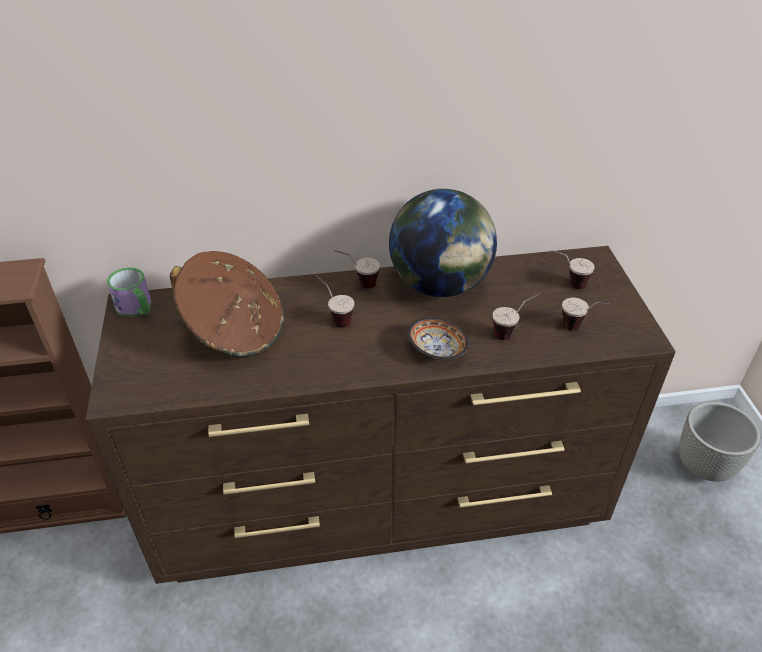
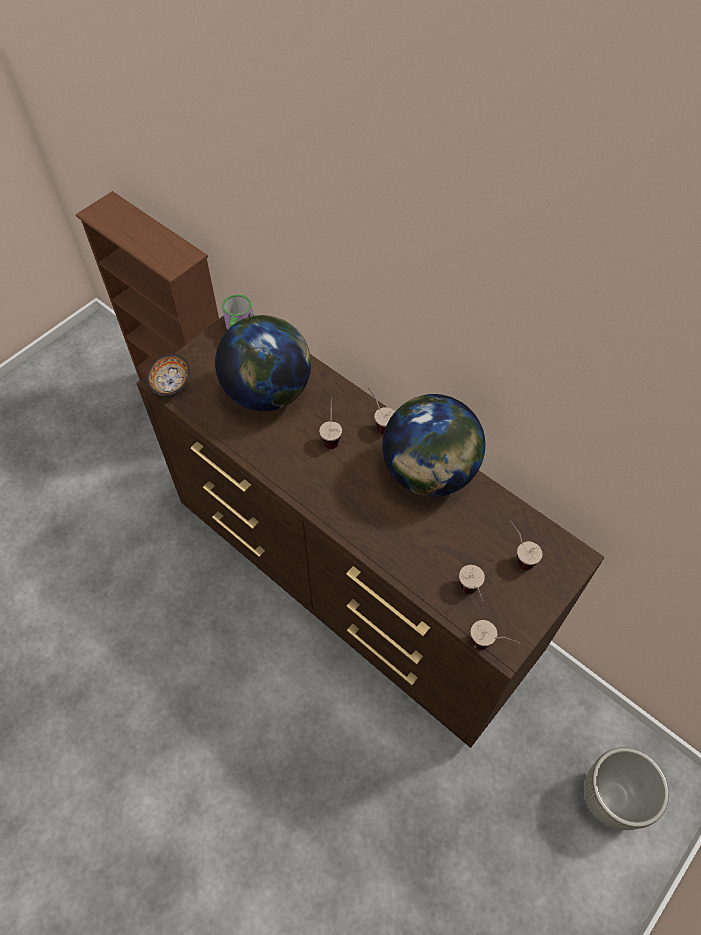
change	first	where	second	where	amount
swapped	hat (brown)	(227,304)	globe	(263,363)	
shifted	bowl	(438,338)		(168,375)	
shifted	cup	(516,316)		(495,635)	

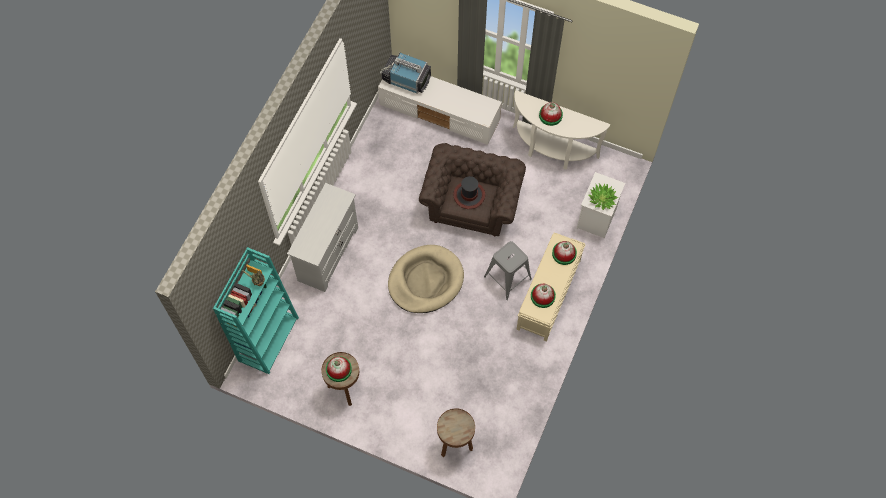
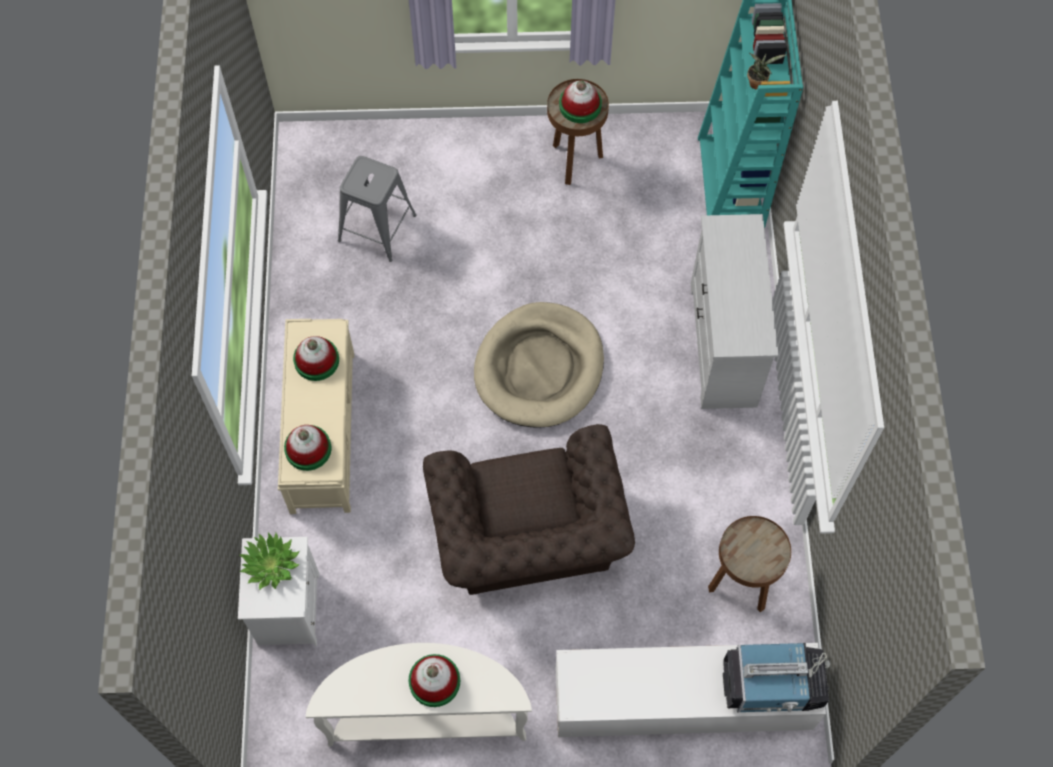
change	first	where	second	where	amount
shifted	side table (brown)	(456,432)		(749,564)	
gone	hat	(469,192)			
shifted	stool (grey)	(508,270)		(377,209)	

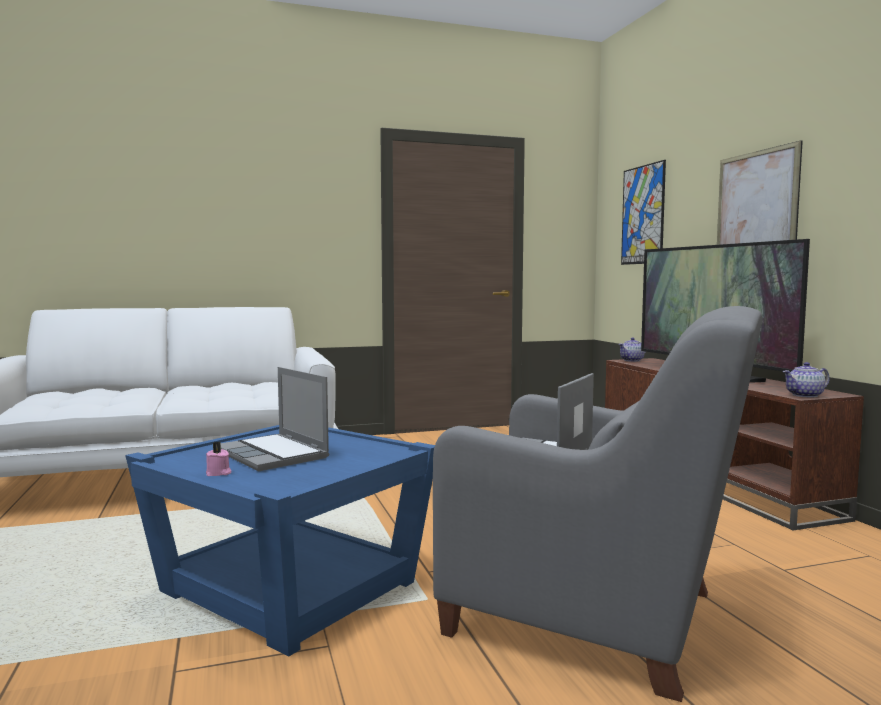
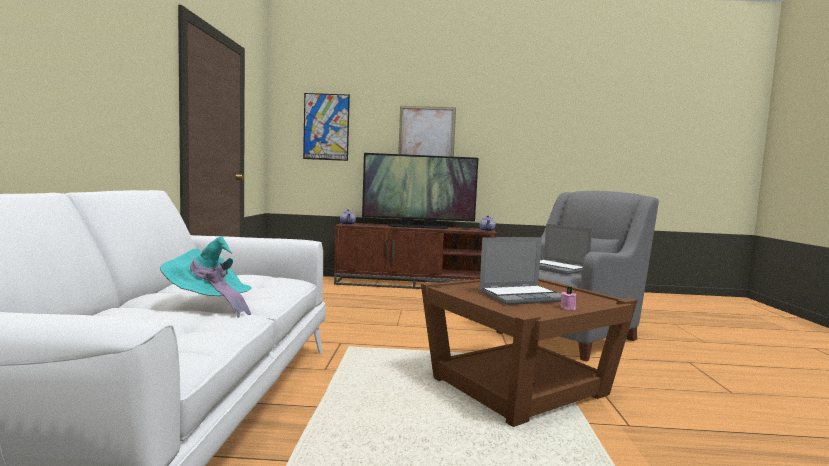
change	first	where	second	where	amount
repainted	side table (blue)	(280,541)	side table (brown)	(529,352)	
new			hat (turquoise)	(206,277)	

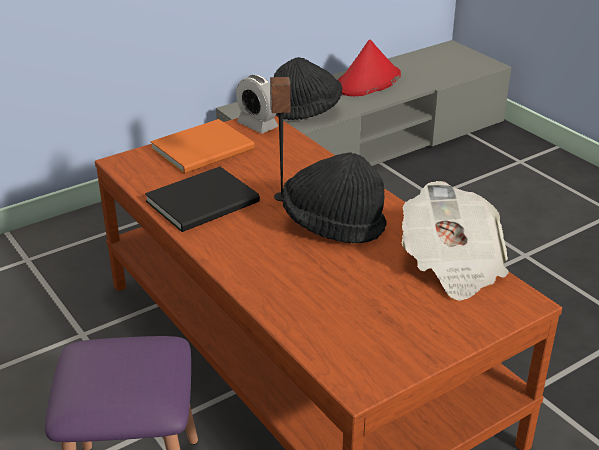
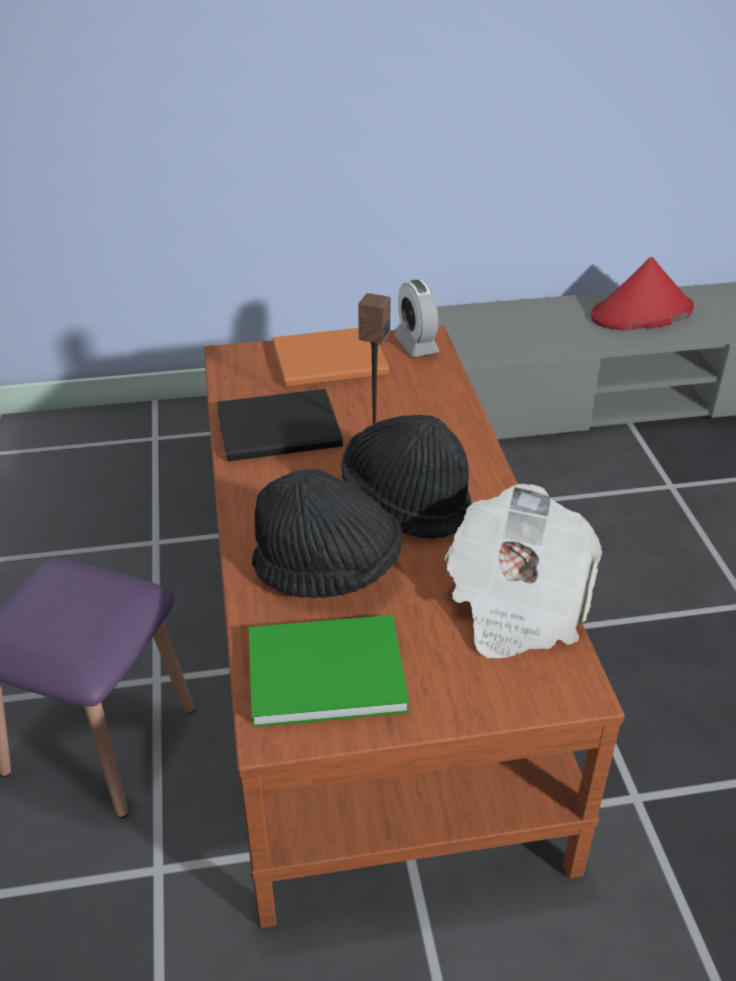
change	first	where	second	where	amount
shifted	hat (black)	(308,88)		(327,533)	
new			book (green)	(329,671)	

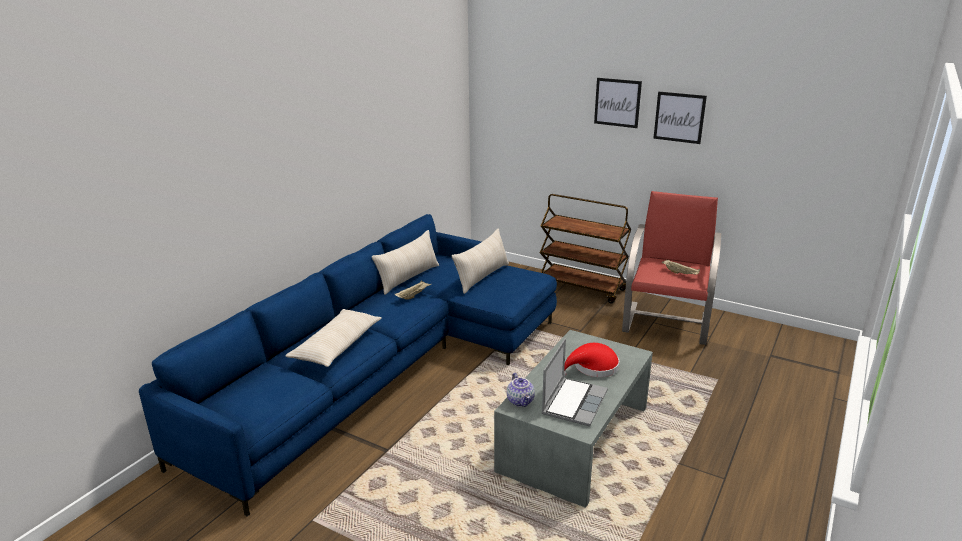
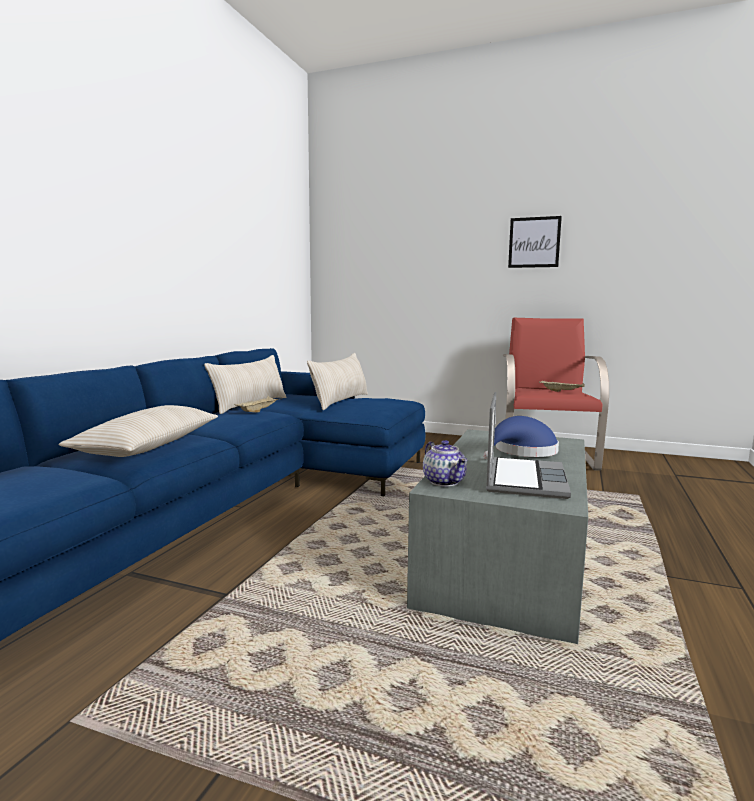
change	first	where	second	where	amount
gone	cart (brown)	(585,249)			
repainted	hat (red)	(591,360)	hat (blue)	(521,438)	
gone	picture	(618,103)			

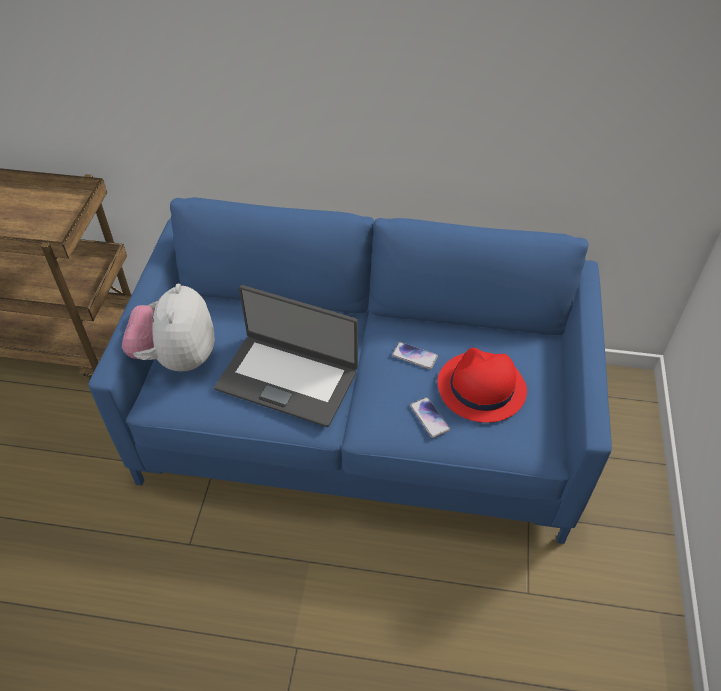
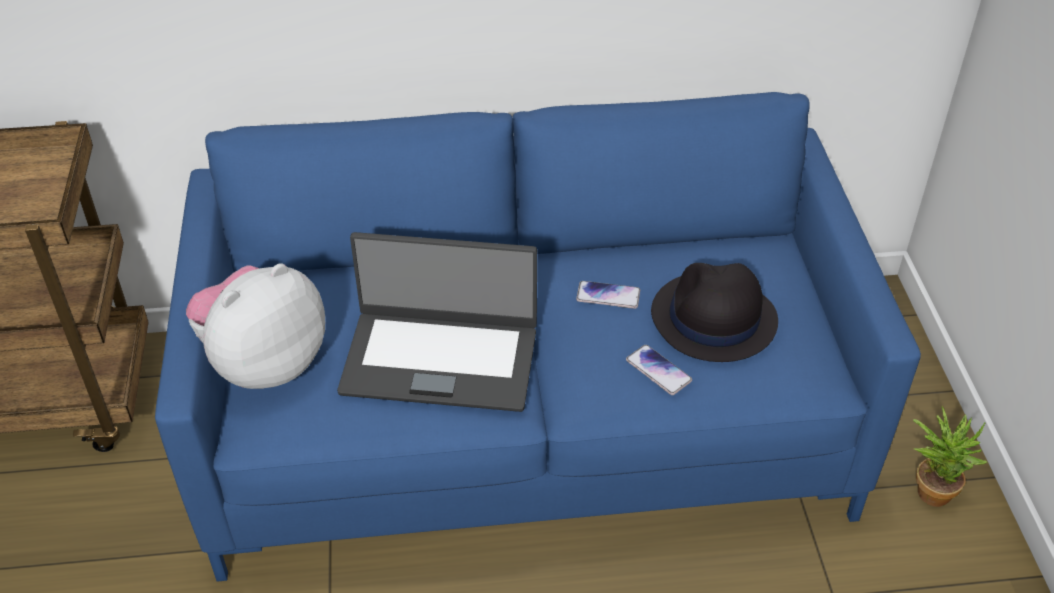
change	first	where	second	where	amount
rotated	plush toy	(168,327)		(255,326)	60 degrees clockwise
repainted	hat (red)	(482,385)	hat (black)	(714,312)	
new			potted plant	(950,456)	

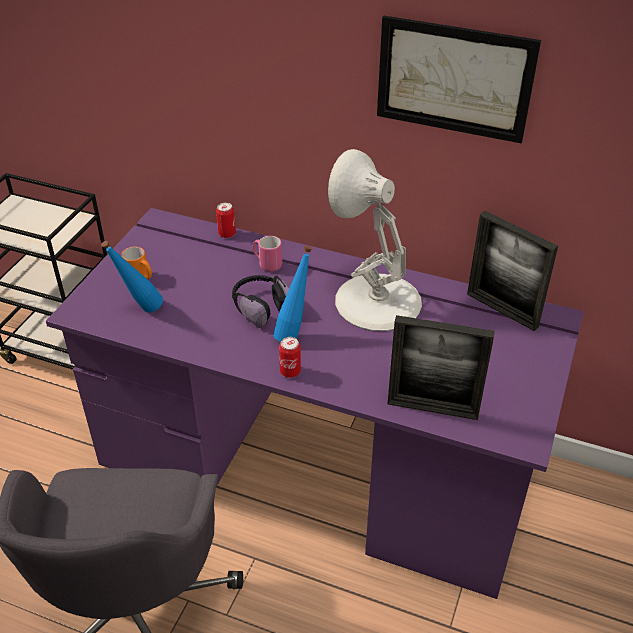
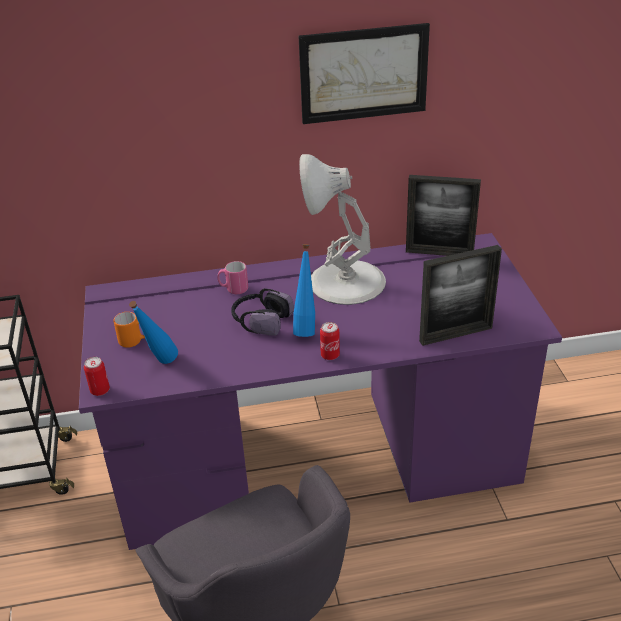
change	first	where	second	where	amount
shifted	can	(226,220)		(97,376)	

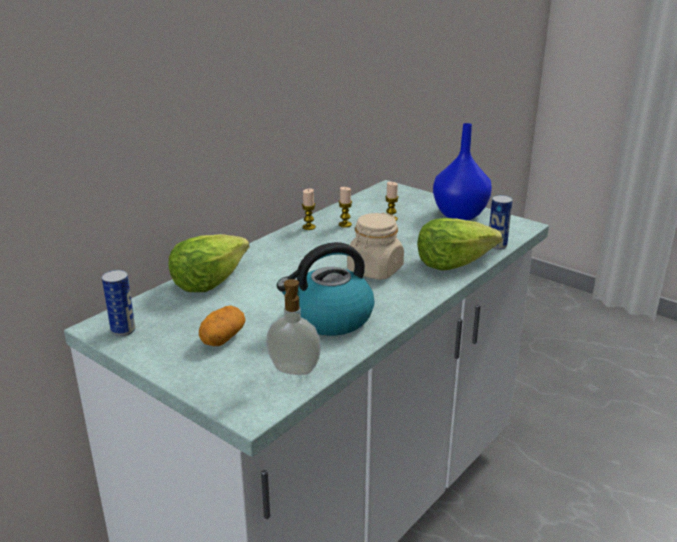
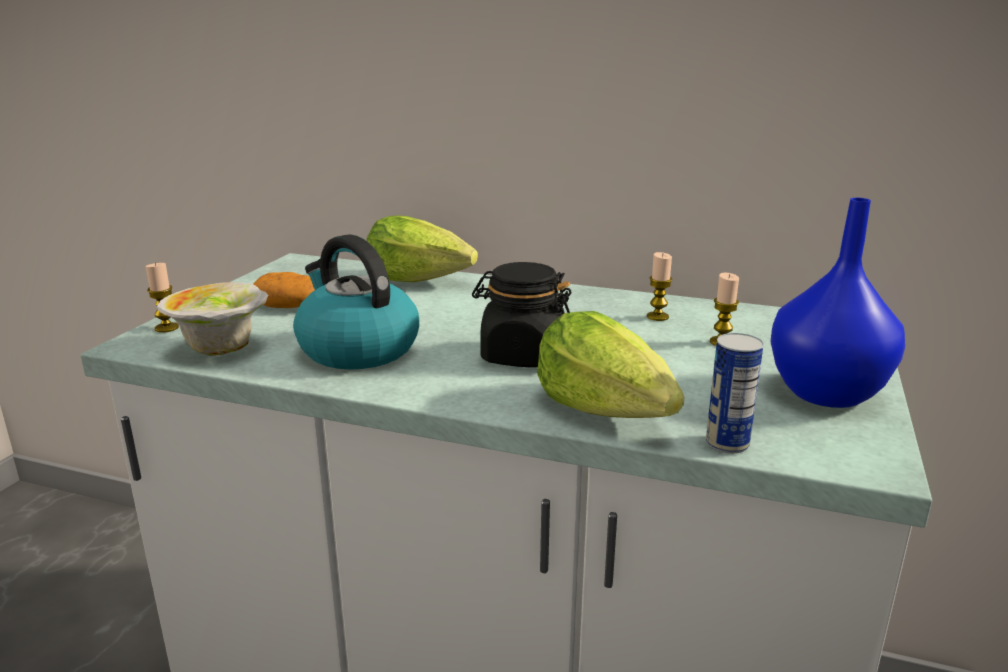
change	first	where	second	where	amount
gone	can	(118,303)			
swapped	soap dispenser	(293,327)	bowl	(212,319)	
shifted	candle	(309,209)		(162,298)	
repainted	jar (beige)	(375,246)	jar (black)	(521,314)	

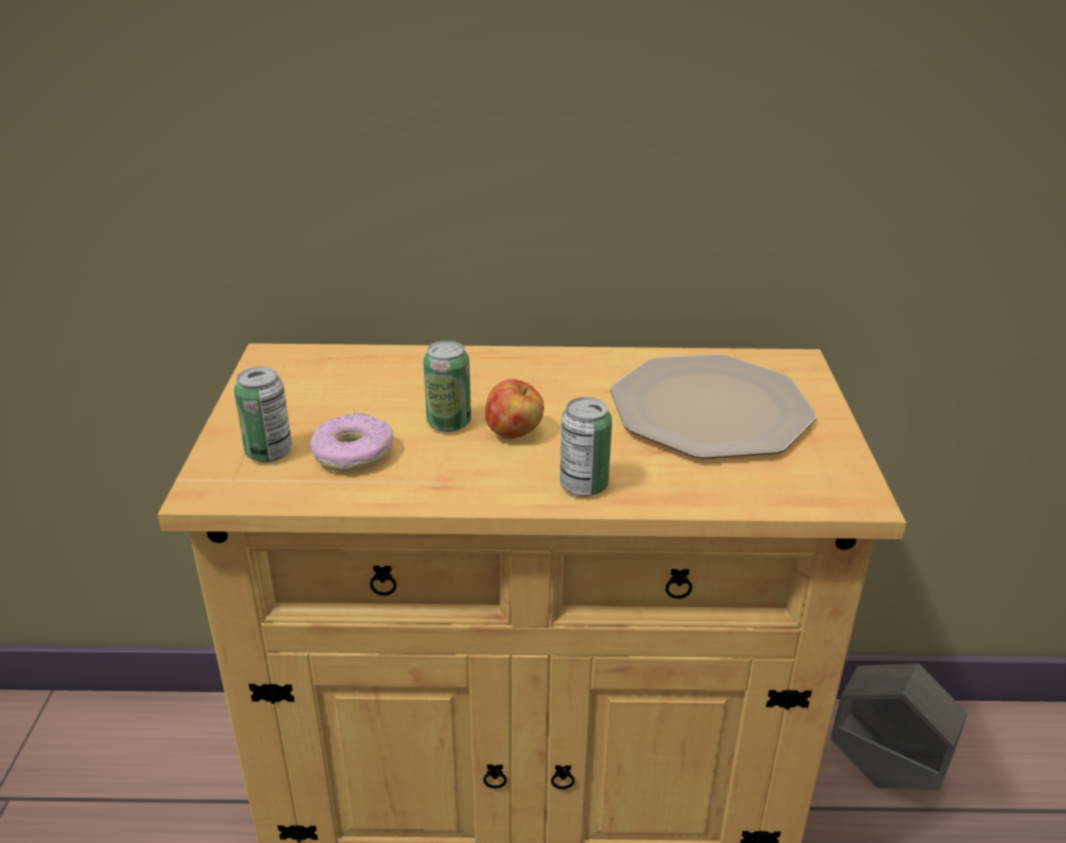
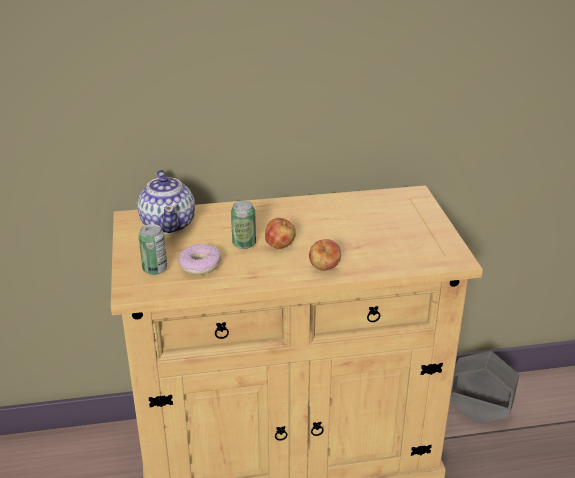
change	first	where	second	where	amount
swapped	can	(586,447)	apple	(325,255)	
gone	plate	(713,406)			
new			teapot	(166,202)	

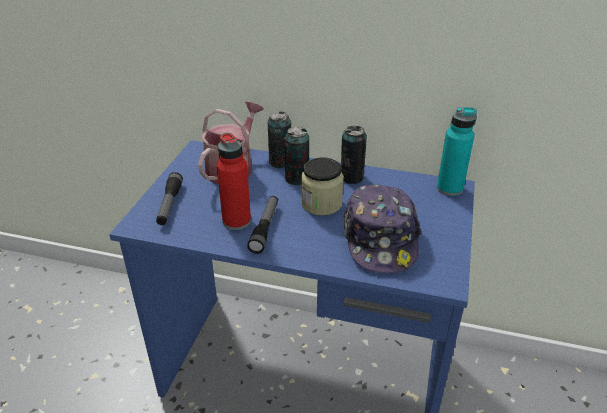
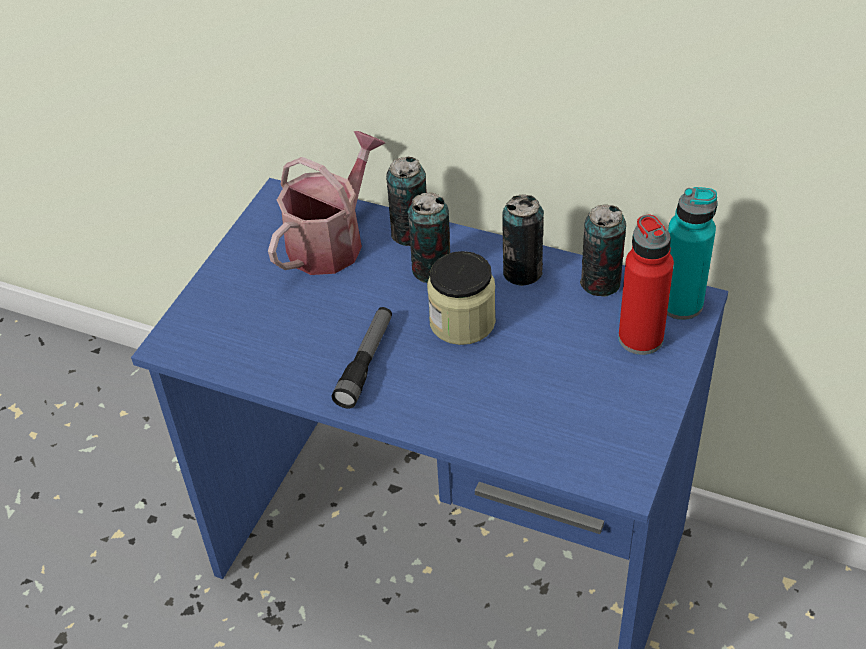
change	first	where	second	where	amount
gone	flashlight	(169,198)			
shifted	bottle (red)	(234,181)		(646,285)	
gone	cap	(383,229)			
new			can	(603,250)	

